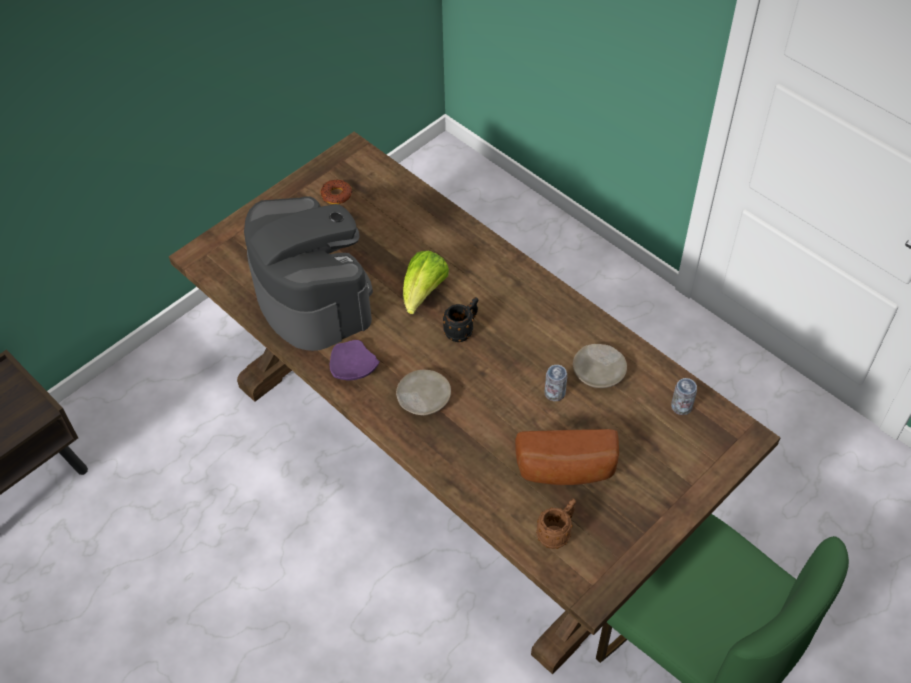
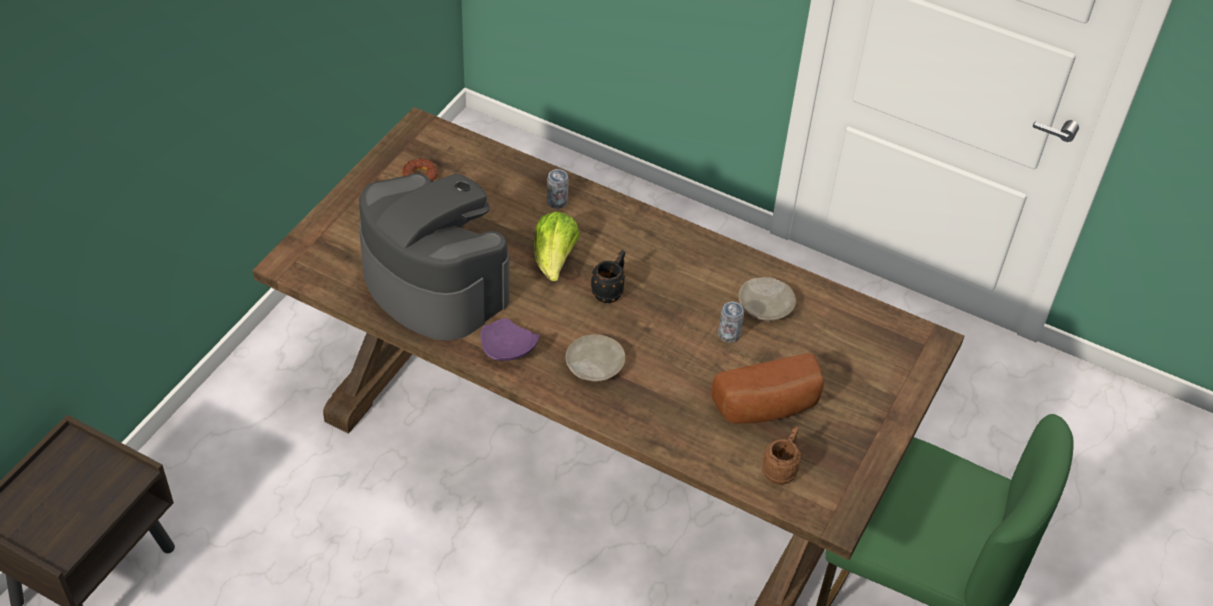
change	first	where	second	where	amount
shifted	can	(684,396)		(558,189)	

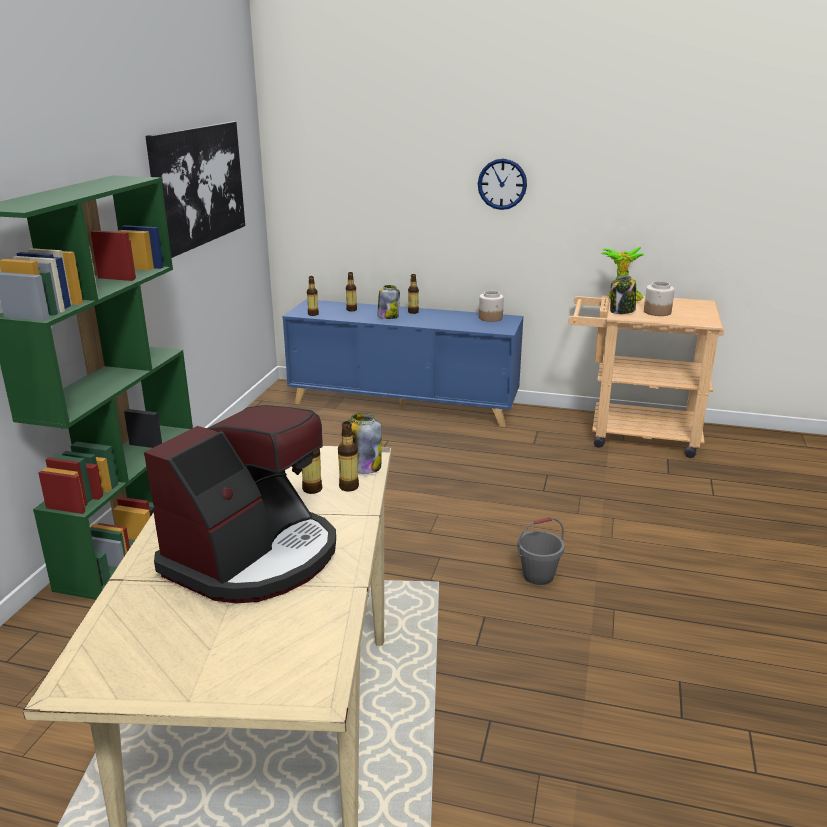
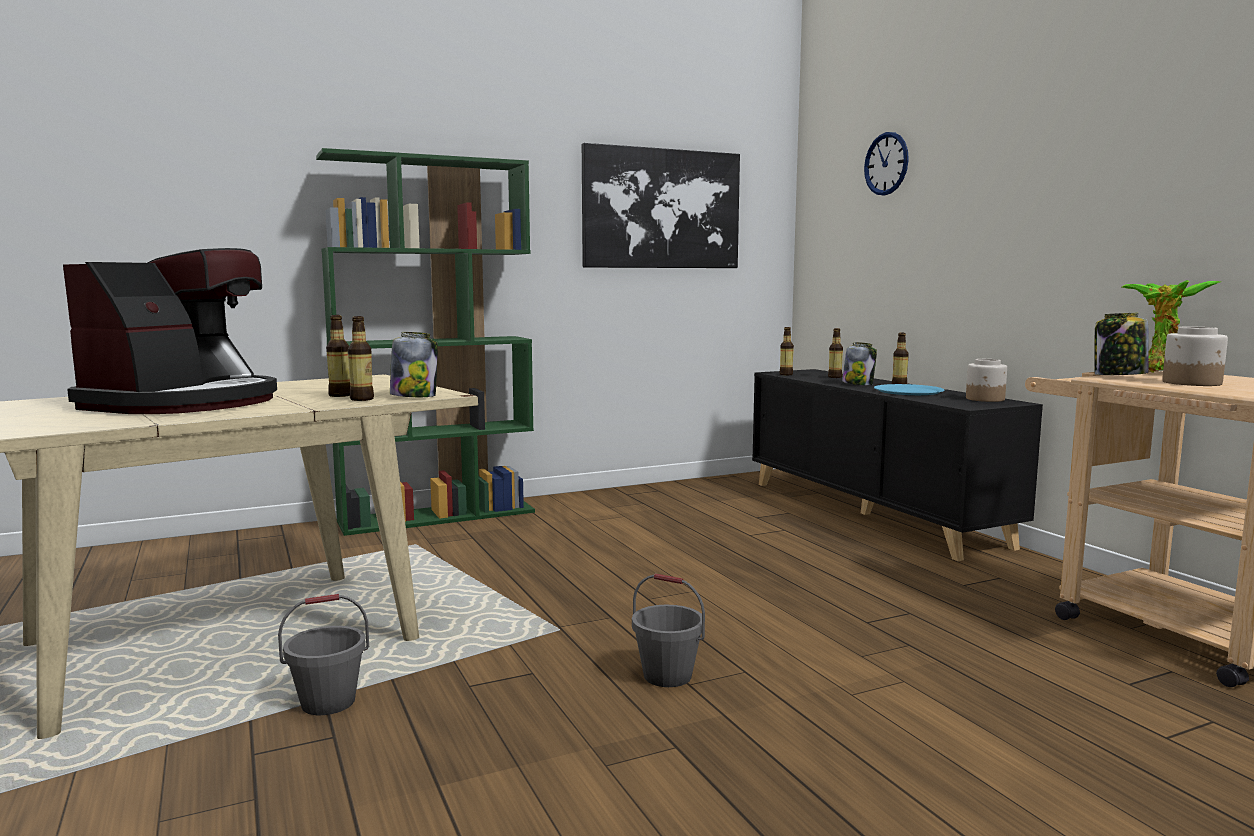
change	first	where	second	where	amount
rotated	coffee machine	(240,504)		(170,331)	60 degrees counterclockwise
repainted	cabinet (blue)	(403,363)	cabinet (black)	(897,465)	
shifted	wall clock	(502,184)		(886,163)	
new			bucket (grey)	(323,654)	
new			plate (blue)	(909,389)	

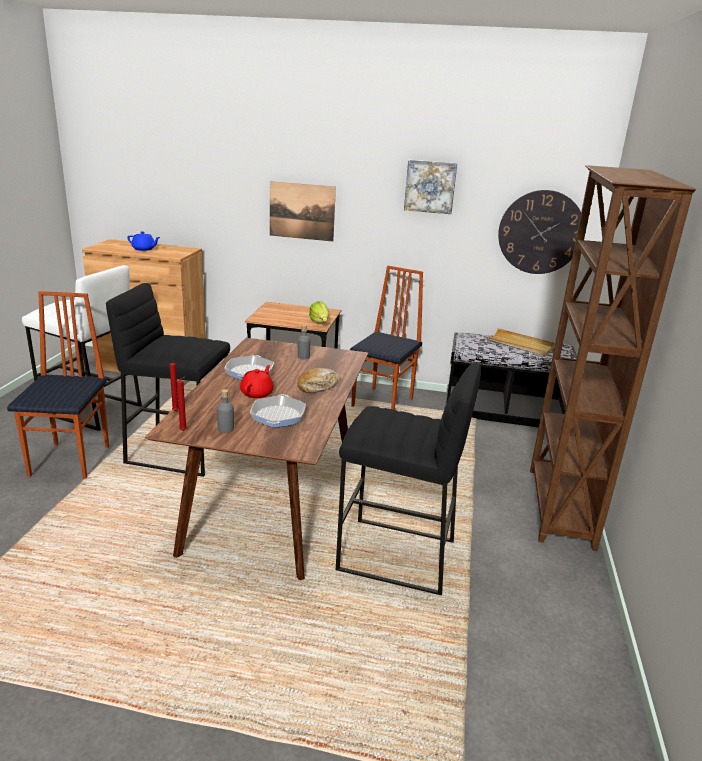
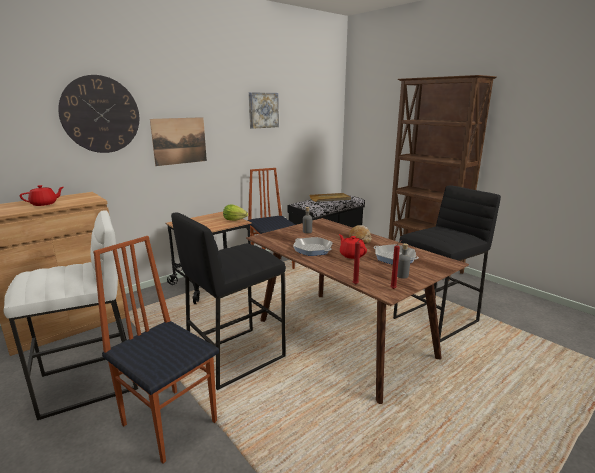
change	first	where	second	where	amount
repainted	teapot (blue)	(143,241)	teapot (red)	(41,195)	
shifted	wall clock	(539,232)		(98,114)	

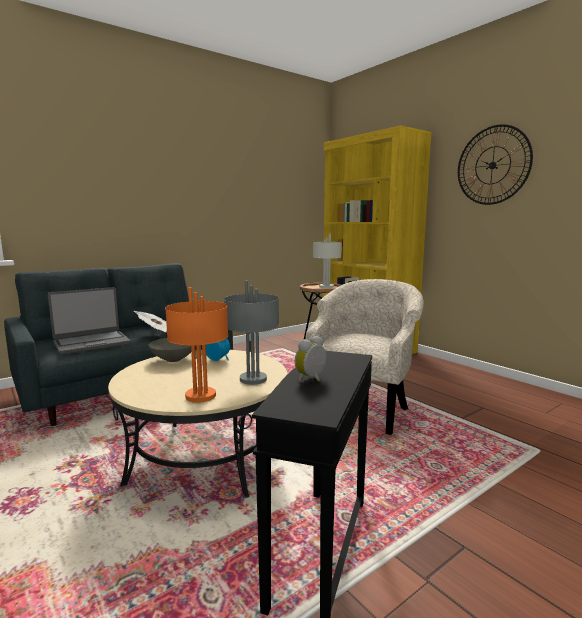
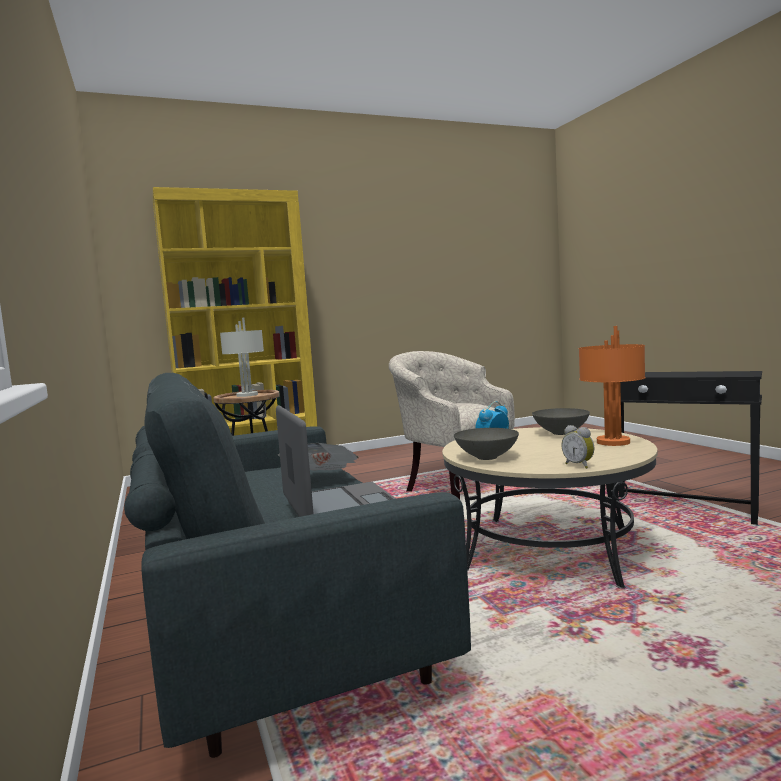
change	first	where	second	where	amount
swapped	table lamp (grey)	(251,332)	bowl (grey)	(561,421)	
shifted	alarm clock	(310,359)		(577,447)	
gone	wall clock	(495,164)			

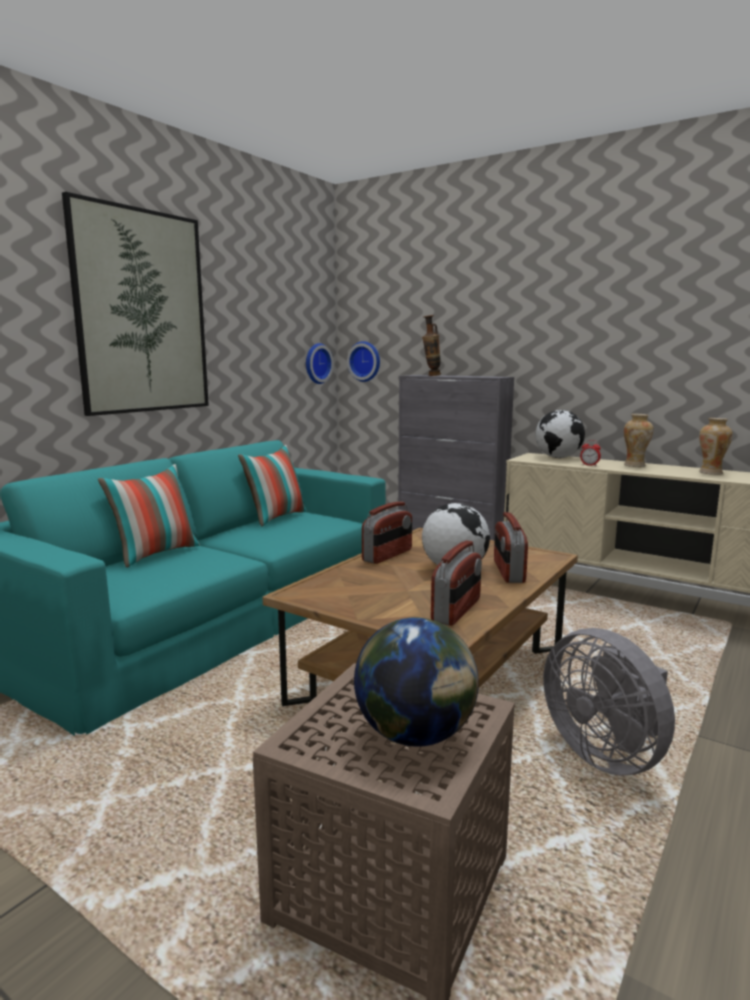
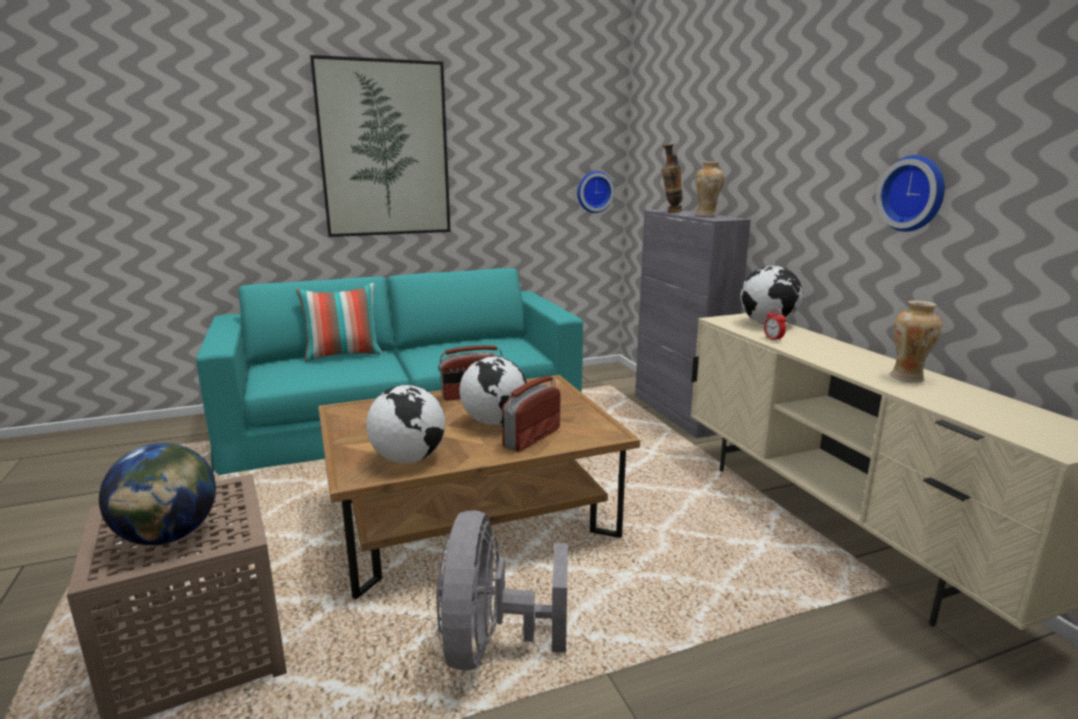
change	first	where	second	where	amount
gone	pillow	(272,486)			
shifted	wall clock	(363,361)		(910,193)	
swapped	radio	(456,583)	globe	(405,424)	
shifted	vase	(639,440)		(709,189)	

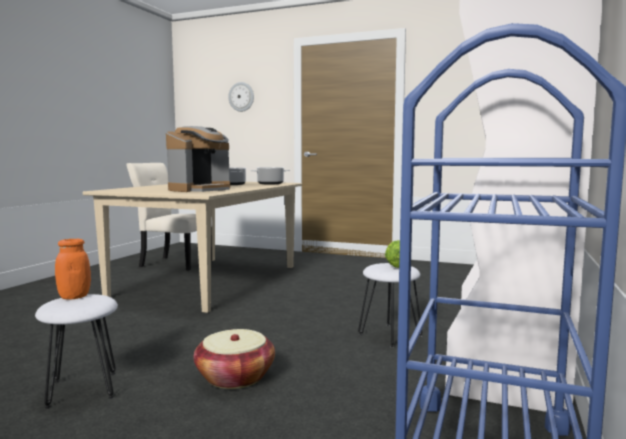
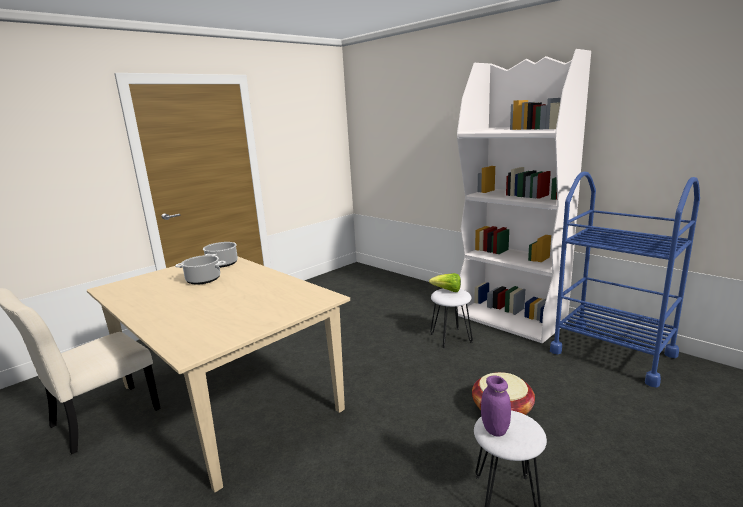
change	first	where	second	where	amount
repainted	jar (orange)	(73,269)	jar (purple)	(496,406)	
gone	coffee machine	(198,159)			
gone	wall clock	(241,97)			

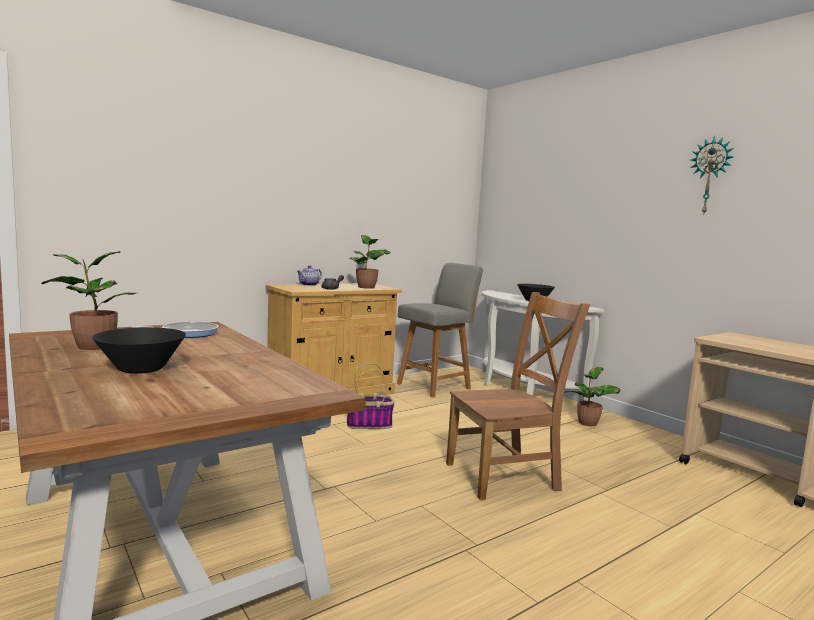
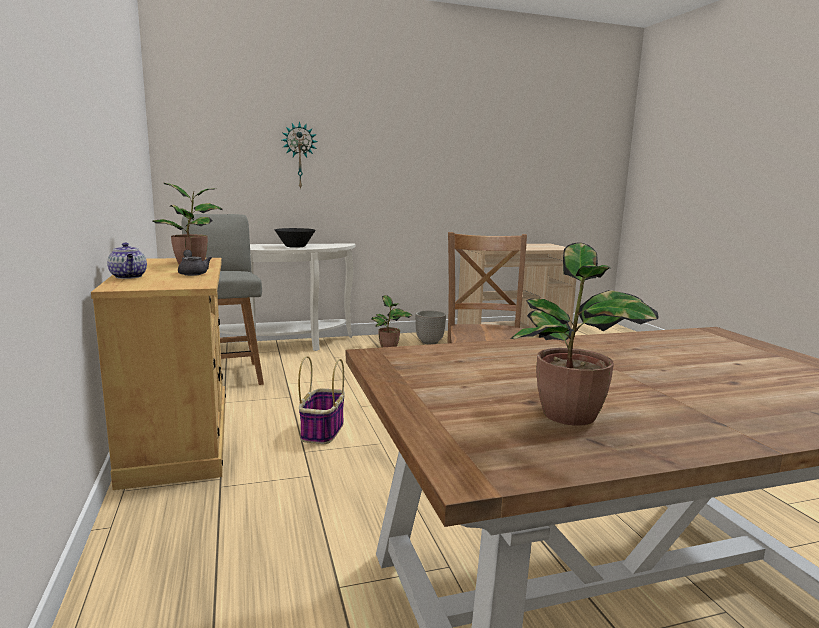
change	first	where	second	where	amount
gone	bowl (black)	(139,350)			
gone	frying pan	(175,330)			
shifted	wall clock	(712,174)		(300,155)	
new			planter	(430,327)	

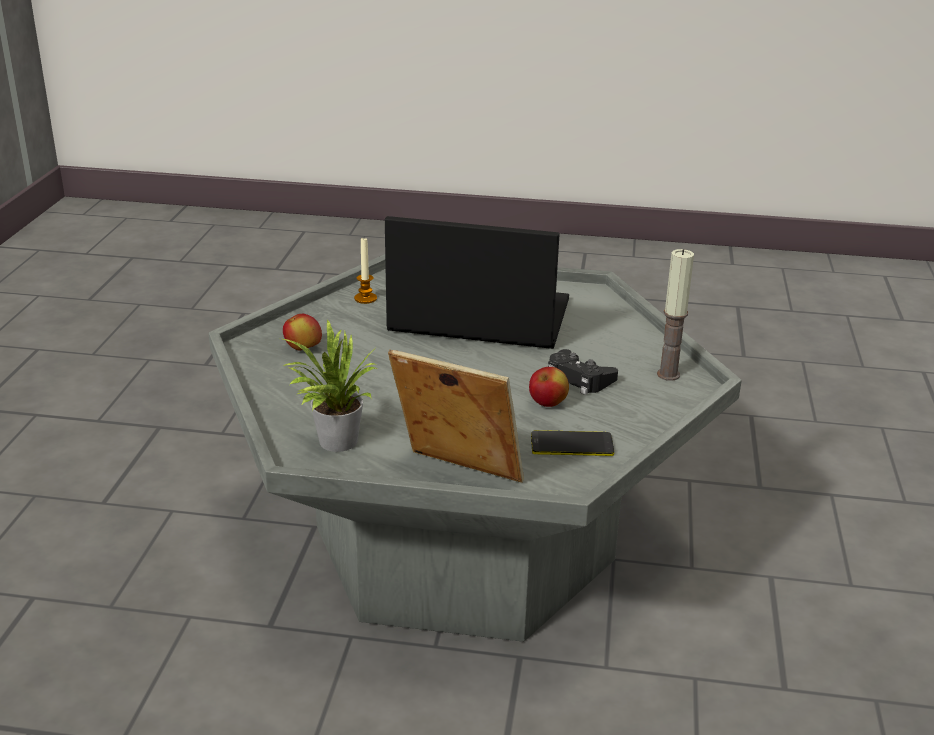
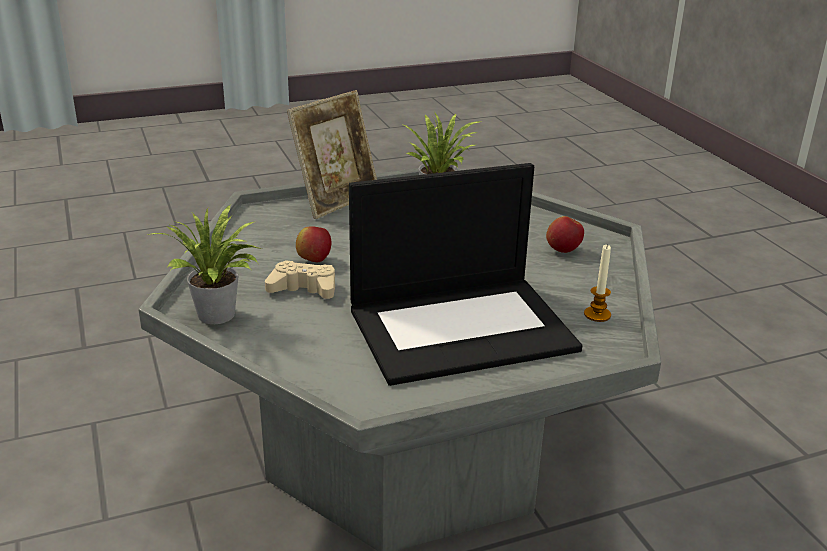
change	first	where	second	where	amount
rotated	picture frame	(456,416)		(332,154)	45 degrees counterclockwise
gone	phone	(572,443)			
repainted	game controller (black)	(583,372)	game controller (beige)	(300,279)	
swapped	candle	(675,315)	potted plant	(204,264)	

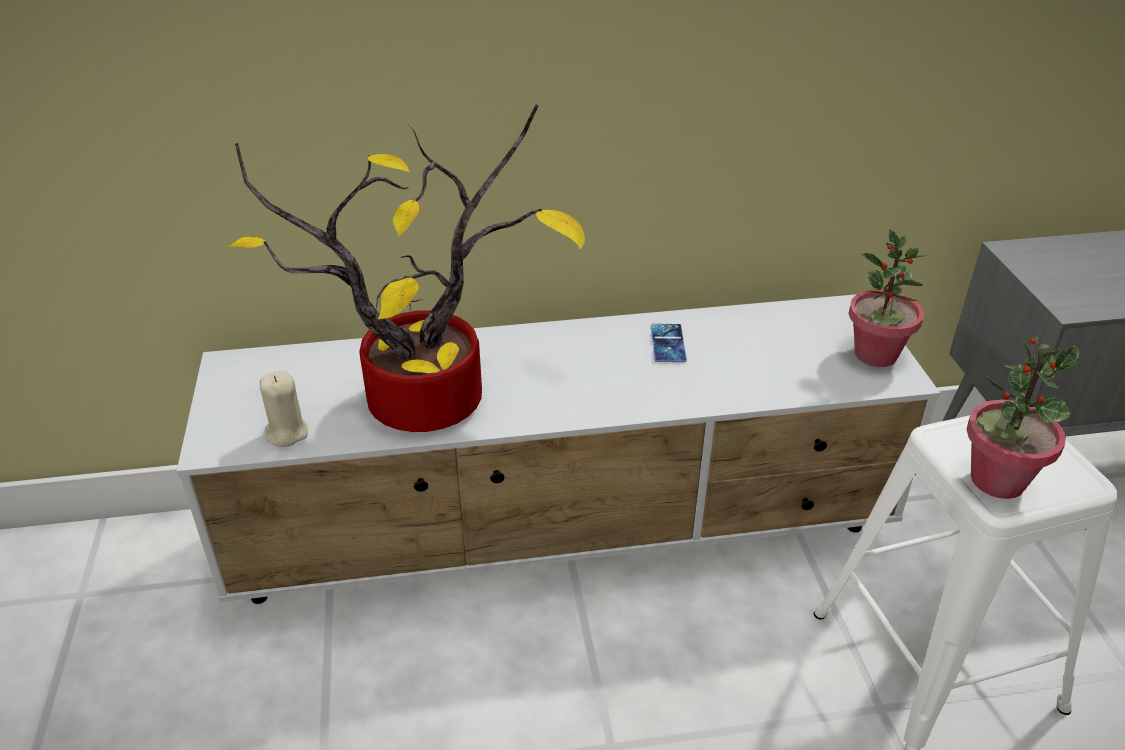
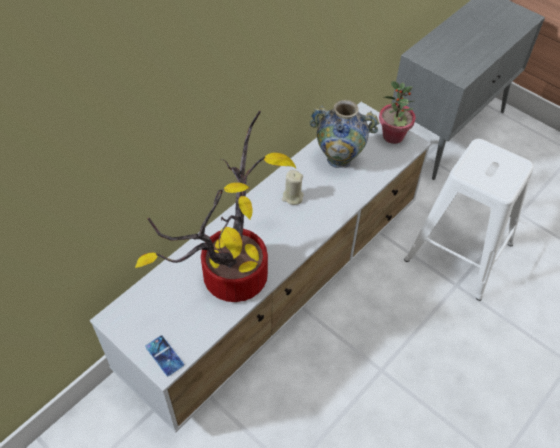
change	first	where	second	where	amount
shifted	candle (beige)	(284,408)		(293,187)	
shifted	phone	(669,343)		(164,355)	
gone	potted plant	(1023,417)			
new			vase	(345,134)	

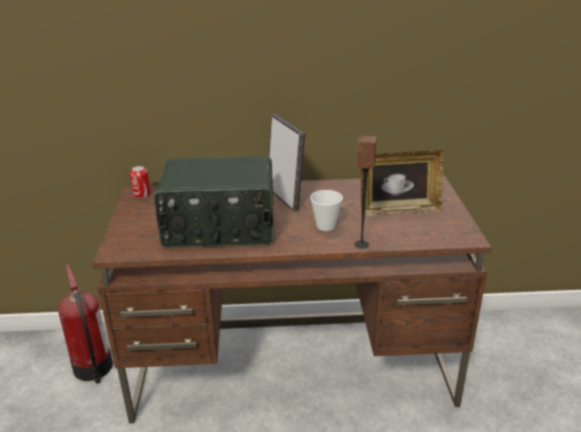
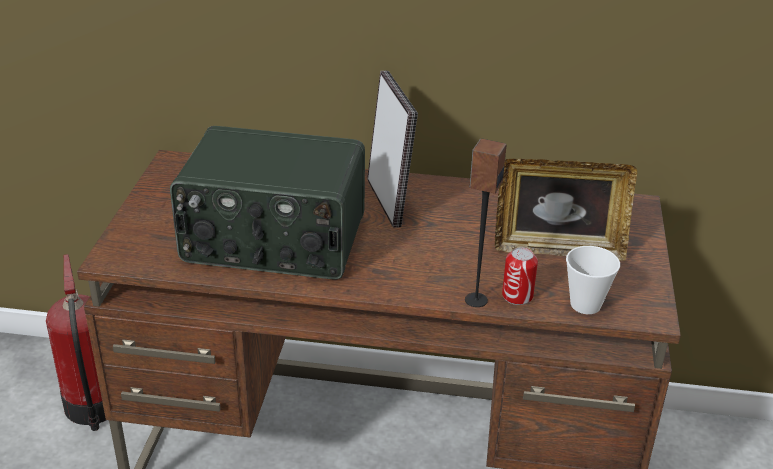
change	first	where	second	where	amount
shifted	can	(140,182)		(520,276)	
shifted	cup	(326,210)		(593,280)	

